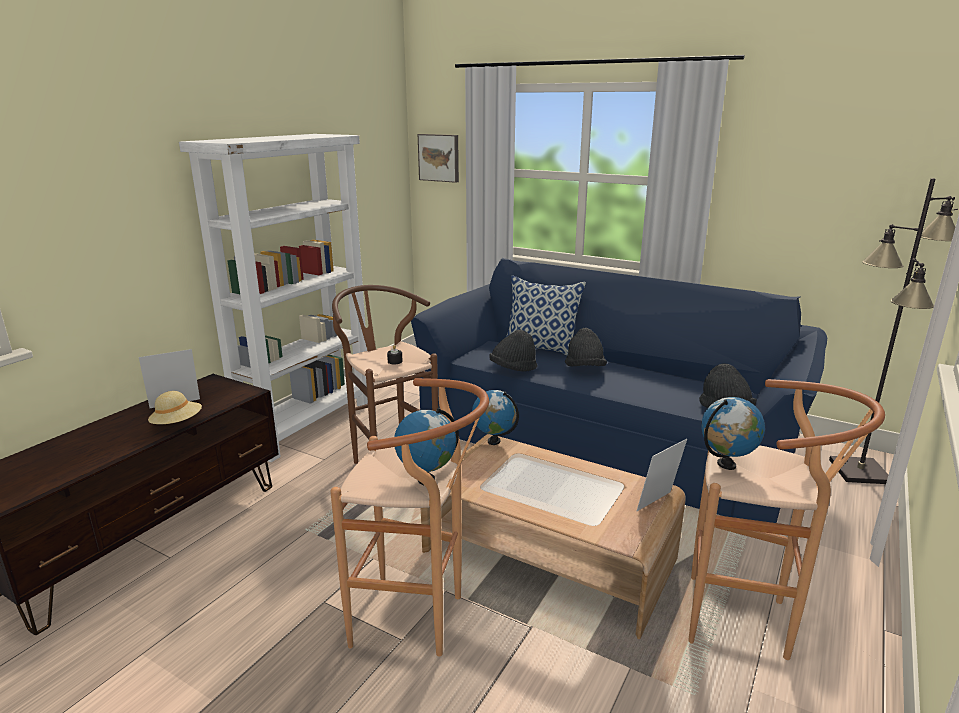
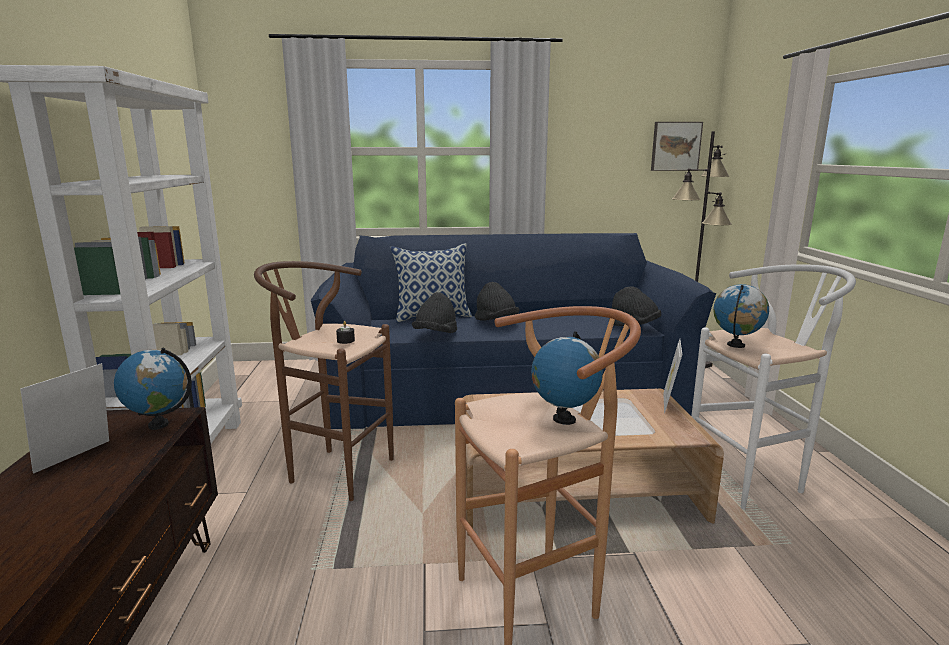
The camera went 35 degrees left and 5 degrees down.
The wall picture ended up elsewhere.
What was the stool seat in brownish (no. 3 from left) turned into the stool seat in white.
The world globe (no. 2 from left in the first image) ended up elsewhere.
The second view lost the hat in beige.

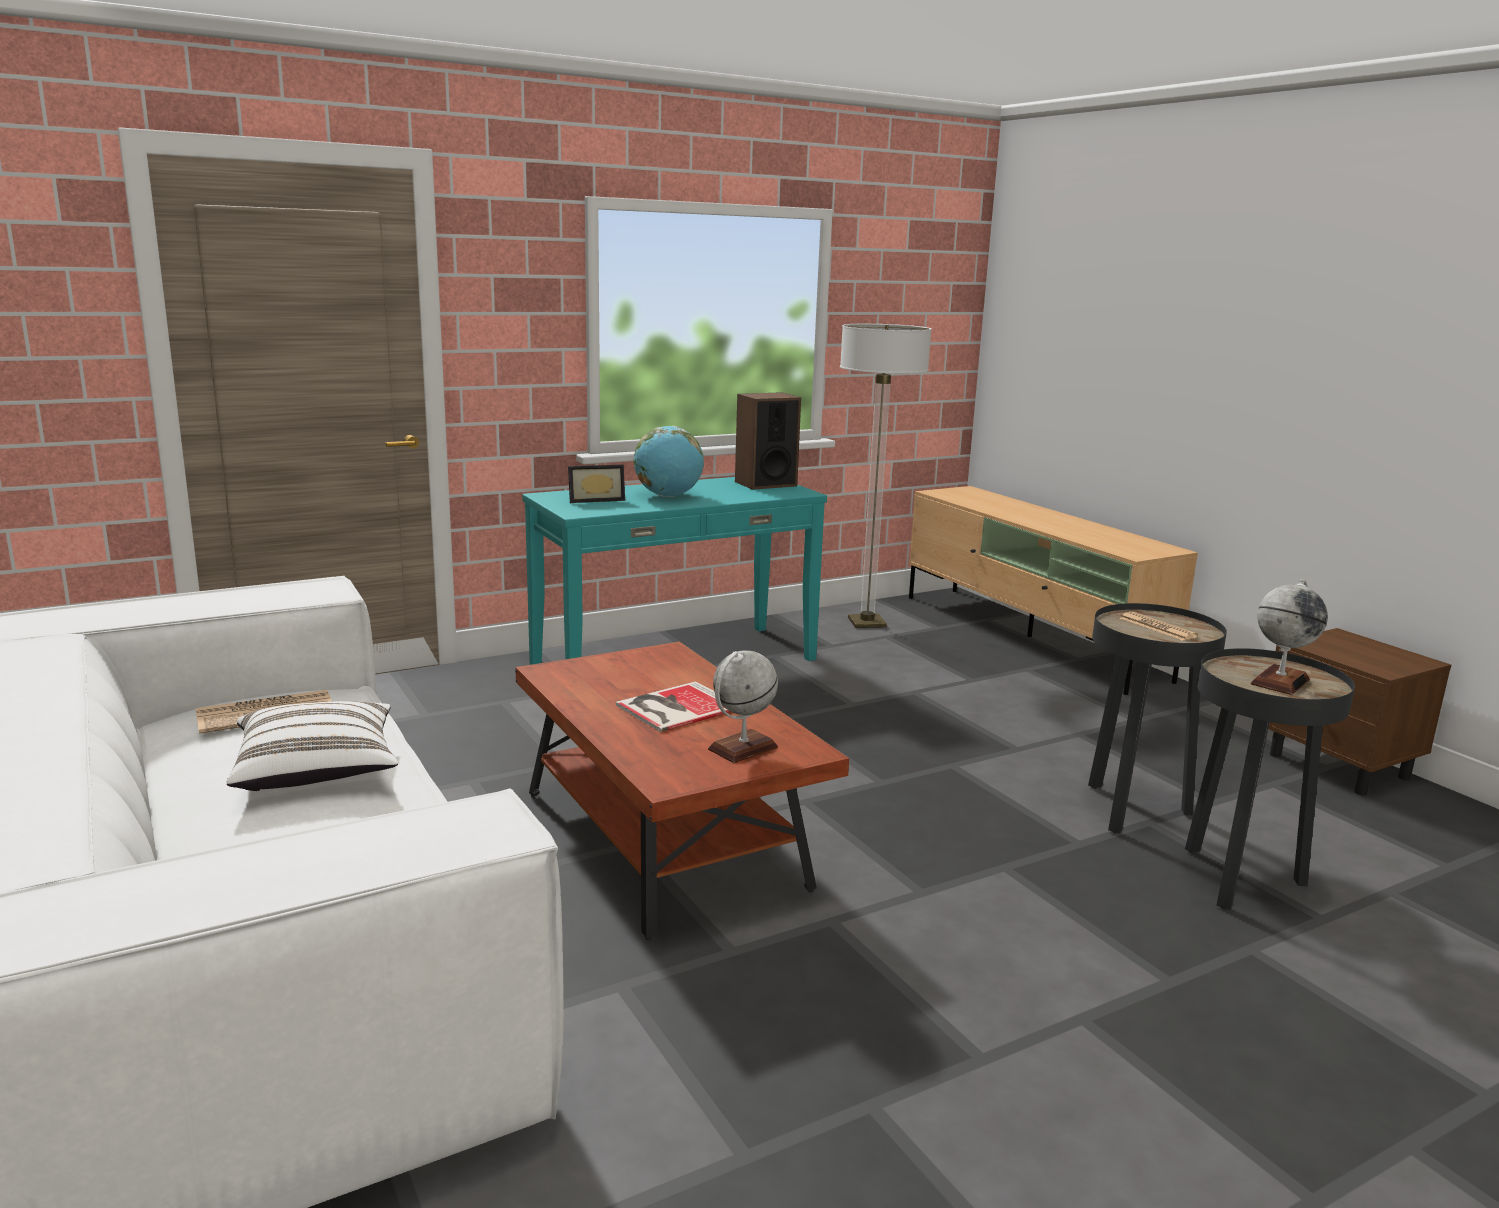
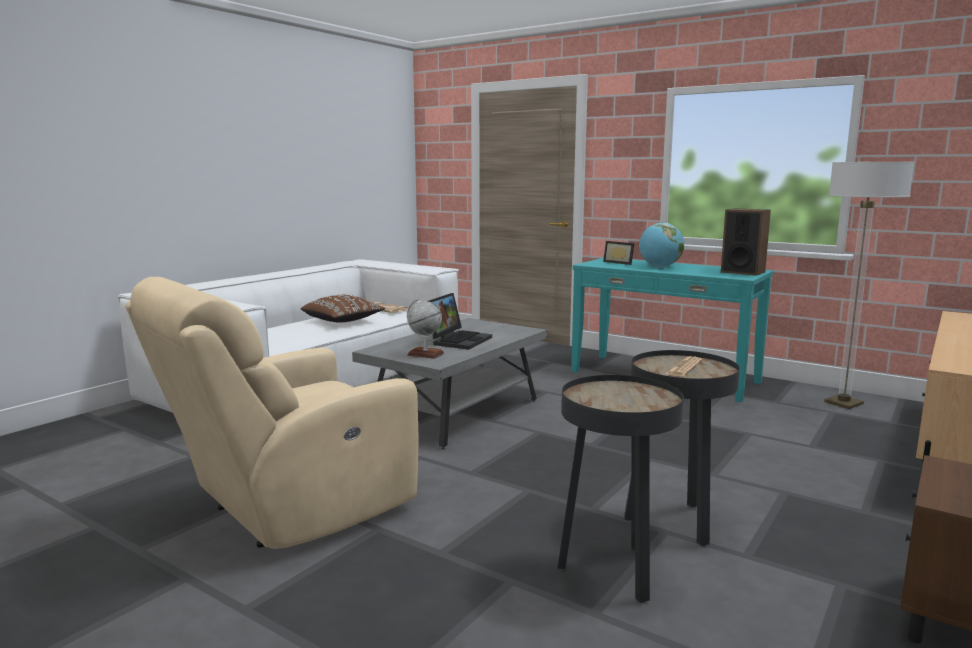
The camera went 65 degrees right and 5 degrees down.
The second view lost the world globe (no. 3 from left).
What was the coffee table in brownish turned into the coffee table in gray.
Where the book stood, the notebook computer came to stand.
What was the cushion in white turned into the cushion in brownish.
The second view gained the easy chair in beige.

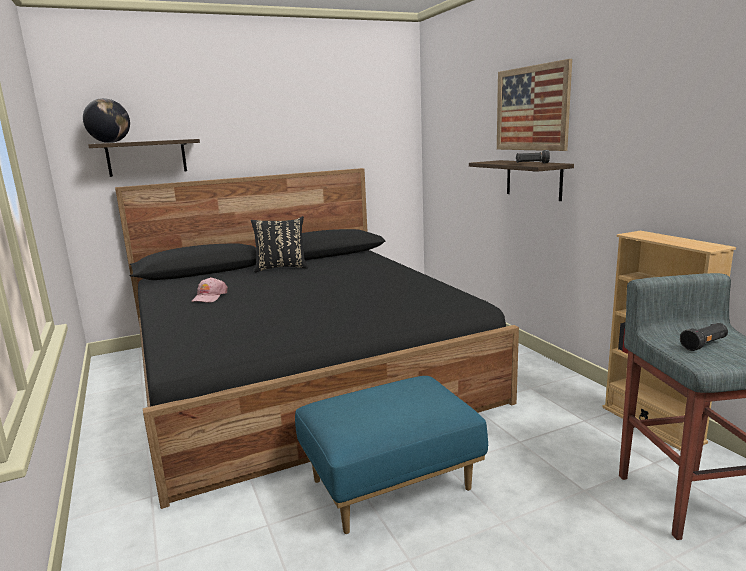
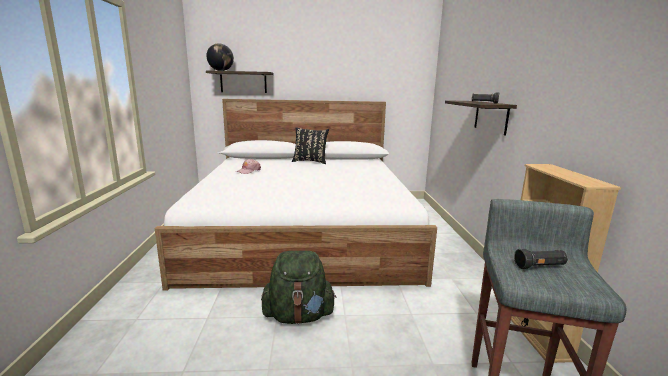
The camera went 20 degrees right and 0 degrees up.
The second view lost the wall picture.
What was the bedroom bed in black-coloured turned into the bedroom bed in white.
Where the ottoman in blue stood, the backpack in greenish came to stand.

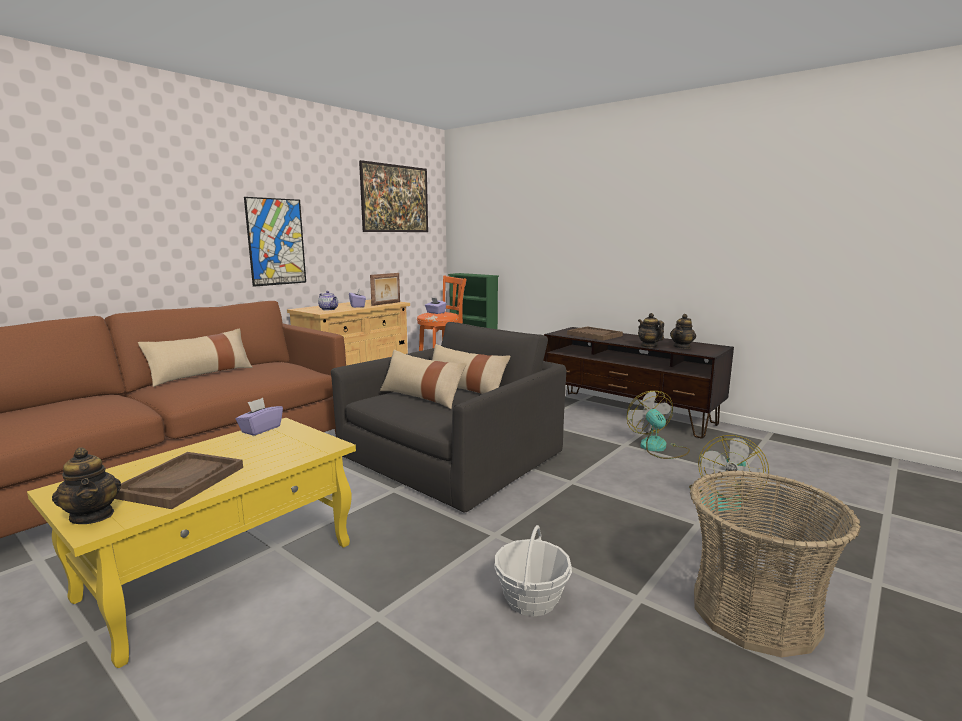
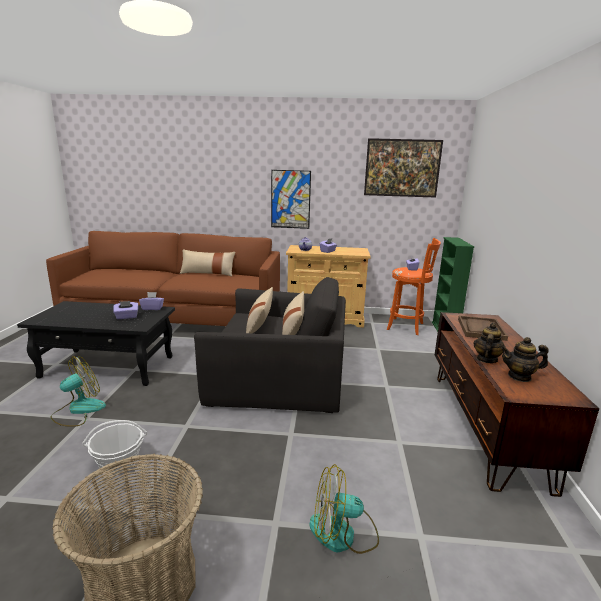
The camera went 55 degrees right and 5 degrees up.
The second view lost the picture frame.
The fan (no. 1 from left) ended up elsewhere.
What was the coffee table in yellow turned into the coffee table in black-coloured.
The second view lost the teapot (no. 1 from left).
The second view lost the carrying tray in brownish (no. 1 from left).
The second view gained the tissue holder in purple-coloured (no. 1 from left).

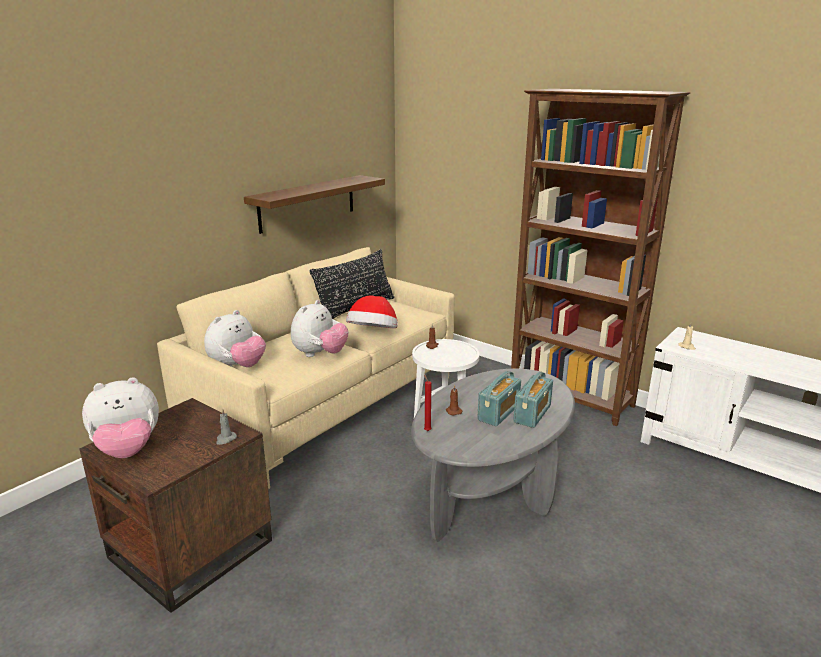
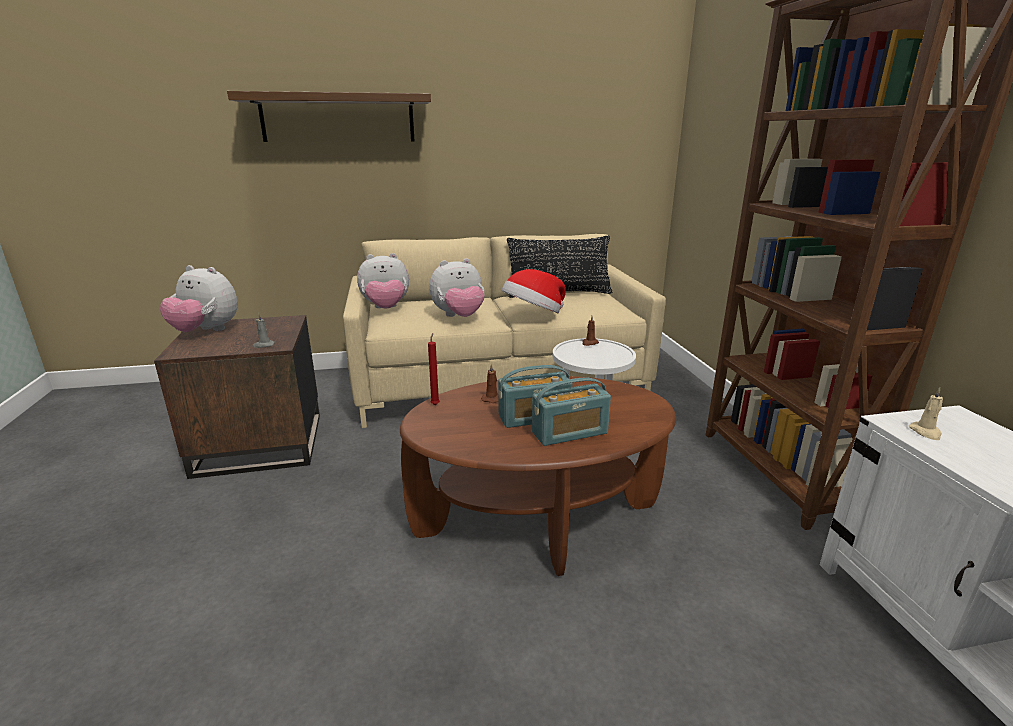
The camera went 40 degrees right and 0 degrees up.
The bracket shelf ended up elsewhere.
What was the coffee table in gray turned into the coffee table in brownish.

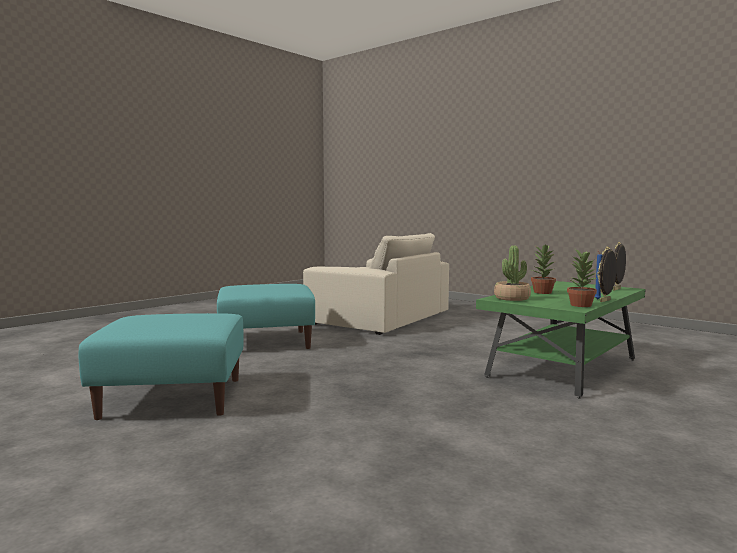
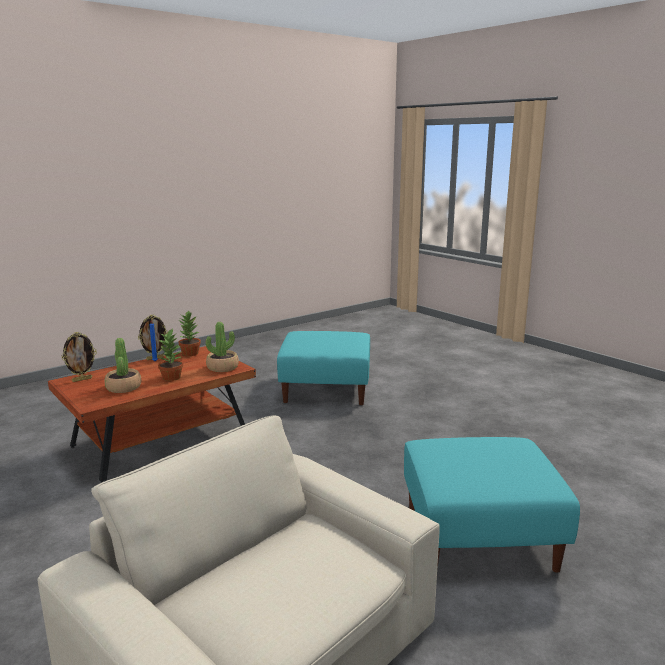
The camera went 170 degrees left and 10 degrees up.
What was the coffee table in greenish turned into the coffee table in brownish.
The ottoman in turquoise-coloured (no. 1 from left) ended up elsewhere.
The second view gained the houseplant (no. 1 from left).

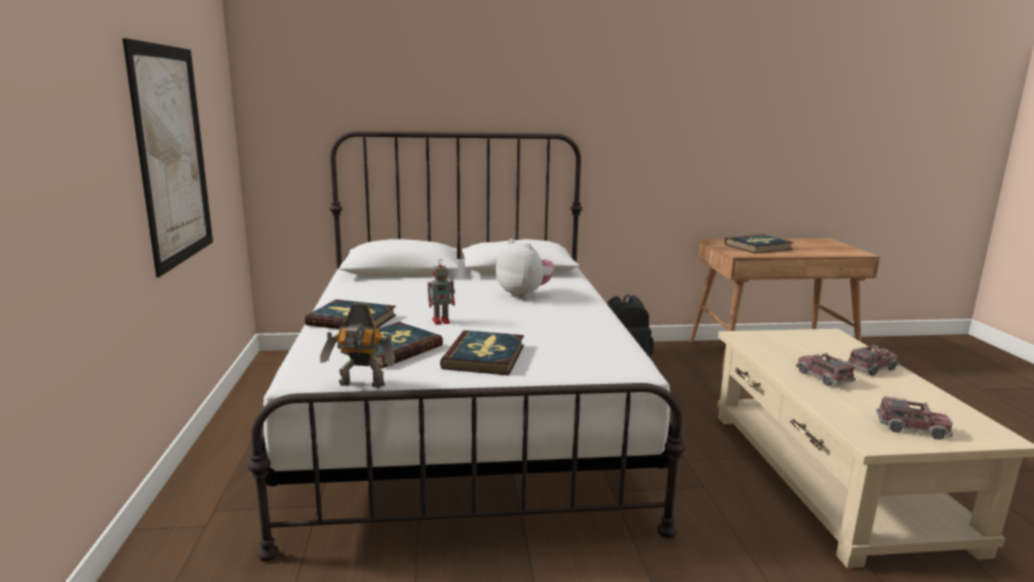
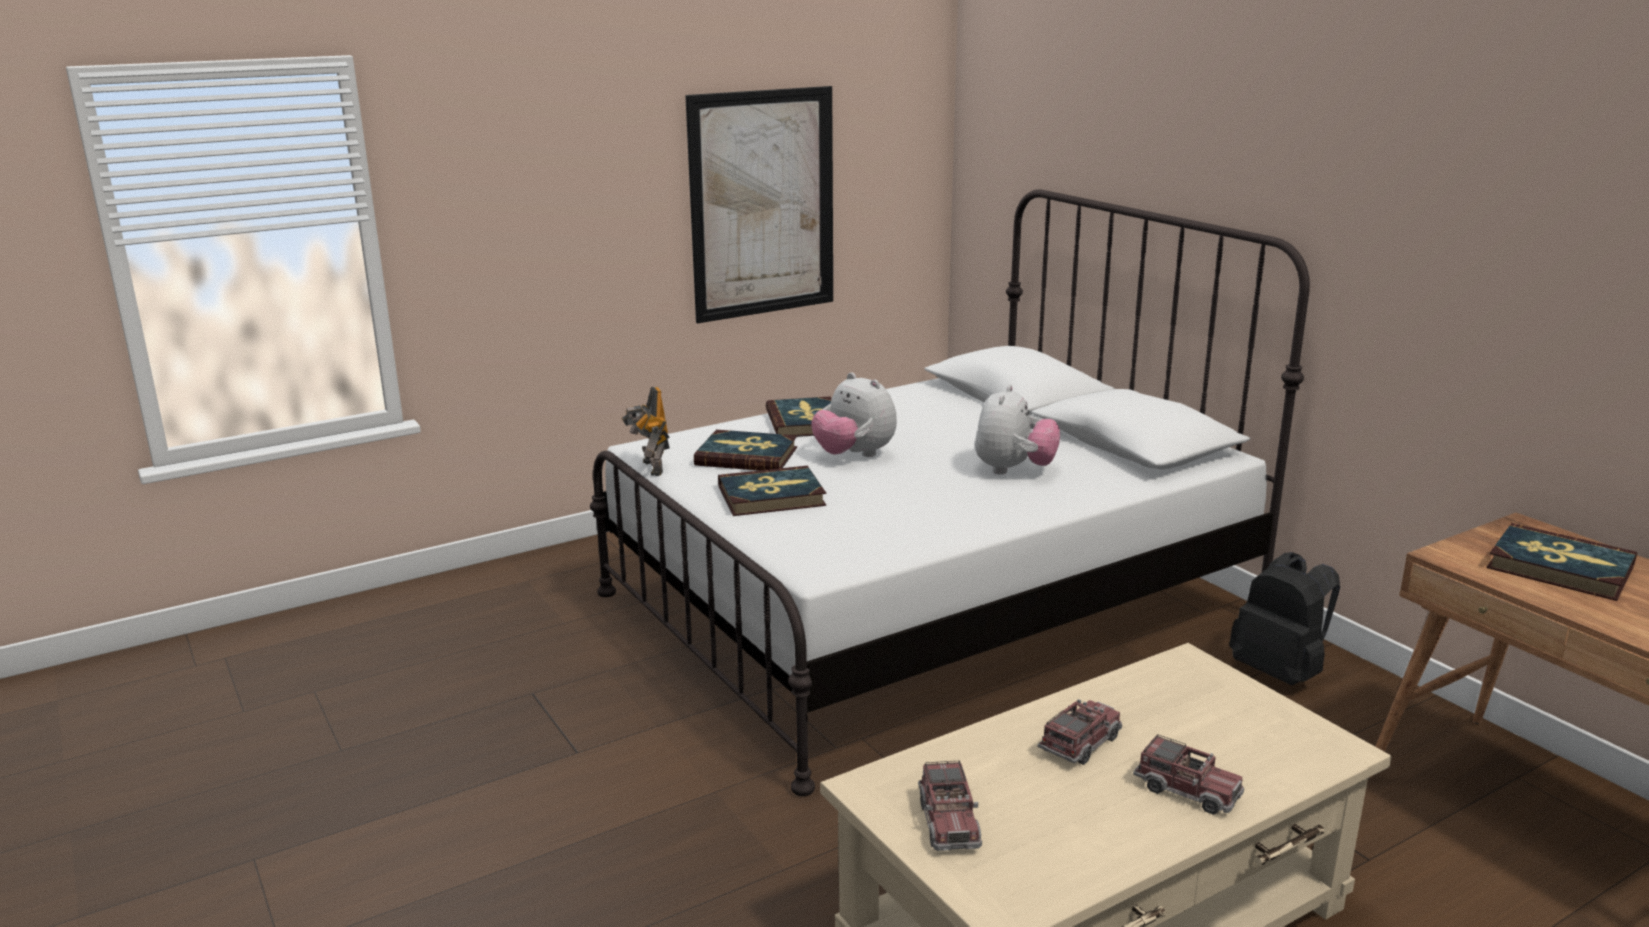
The camera went 65 degrees right and 5 degrees up.
Where the toy robot (no. 2 from left) stood, the plush toy (no. 1 from left) came to stand.

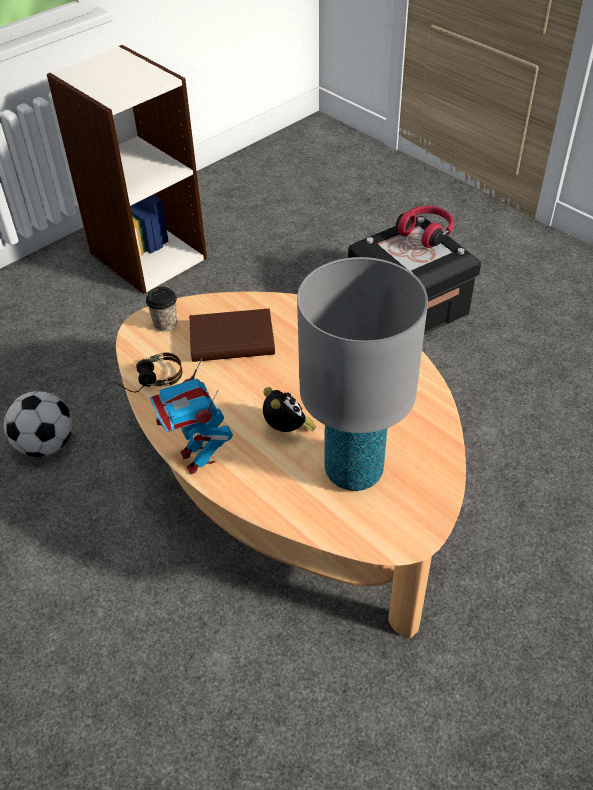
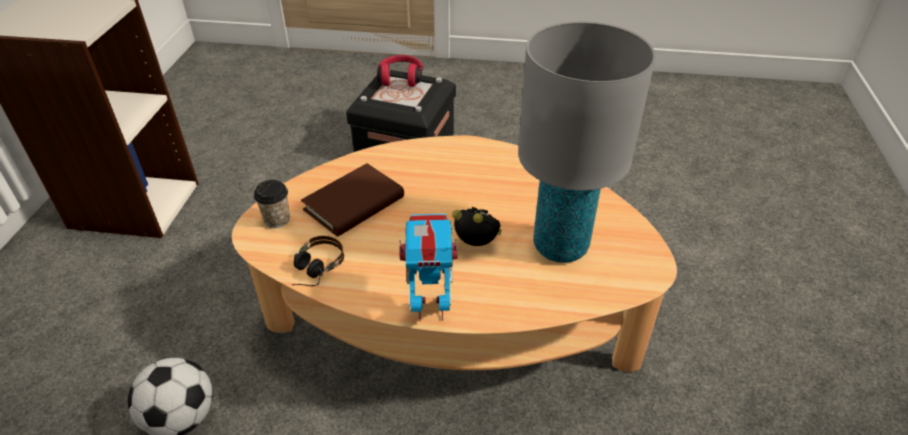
The camera went 40 degrees left and 5 degrees down.
The toy robot ended up facing another way, 150 degrees clockwise from before.

